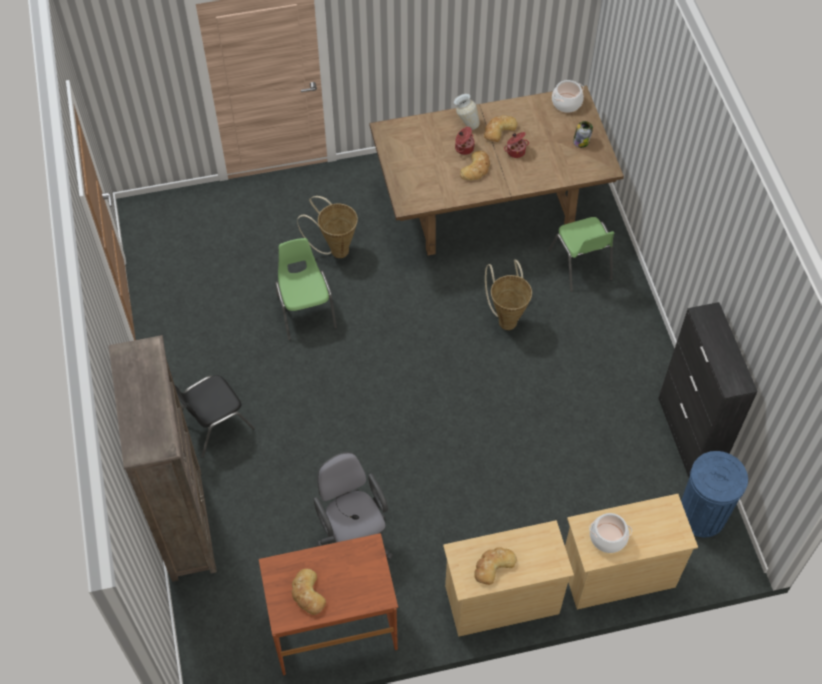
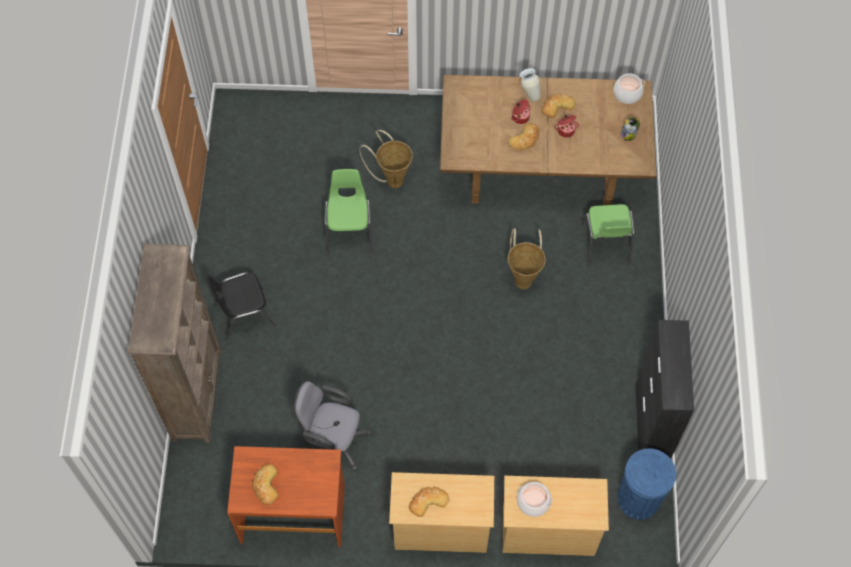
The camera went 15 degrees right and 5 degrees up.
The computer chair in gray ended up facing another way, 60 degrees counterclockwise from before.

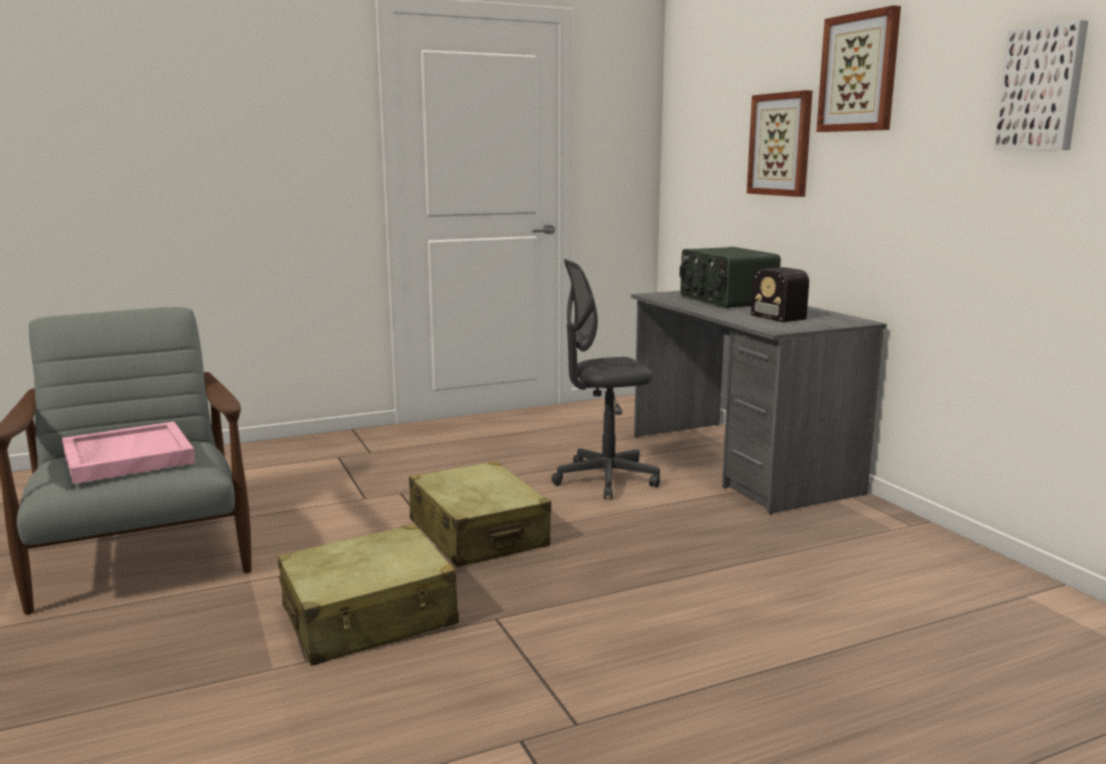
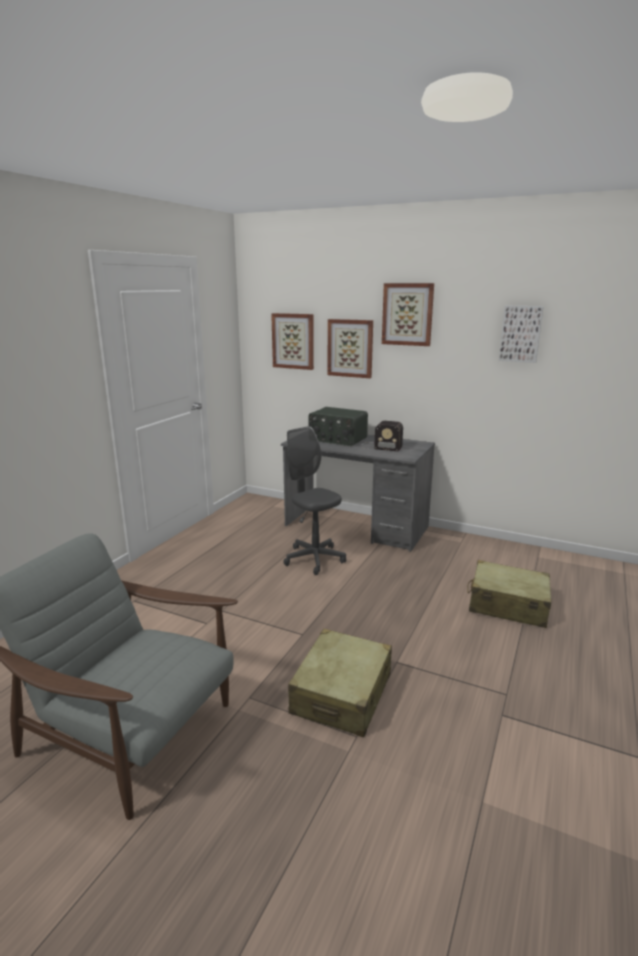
The camera went 40 degrees left and 5 degrees up.
The computer chair in gray ended up facing another way, 105 degrees clockwise from before.
The second view lost the carrying tray in pink-coloured.
The piece of luggage in beige (no. 2 from left) ended up elsewhere.
The second view gained the wall picture (no. 1 from left).

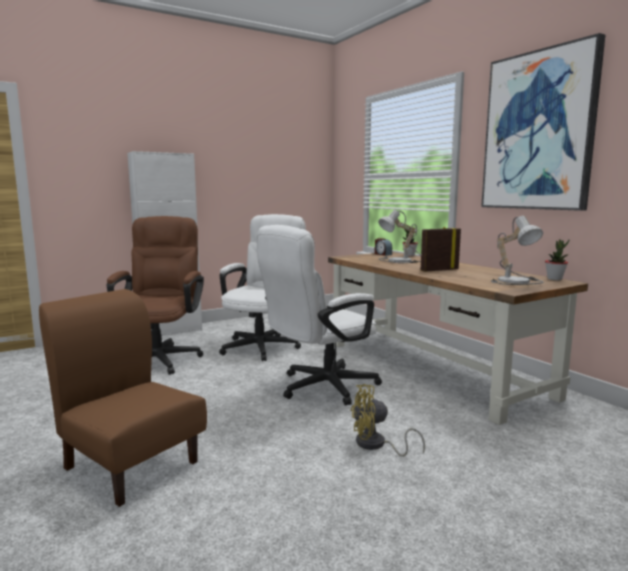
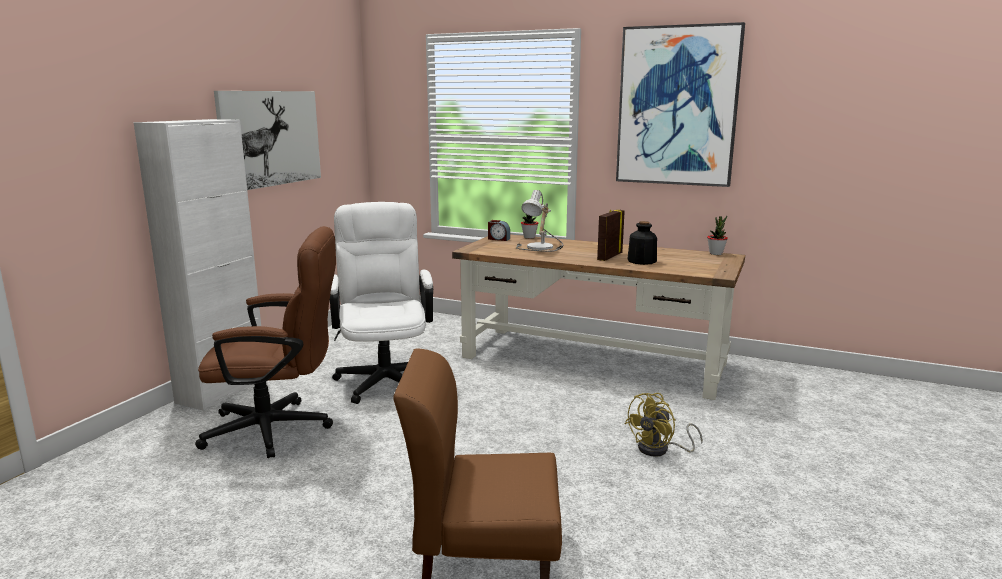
The camera went 35 degrees left and 5 degrees up.
The computer chair in brownish ended up facing another way, 120 degrees clockwise from before.
The second view lost the lamp for a table (no. 2 from left).
The second view lost the computer chair in white (no. 2 from left).
The second view gained the wall picture (no. 1 from left).
The second view gained the drink bottle.

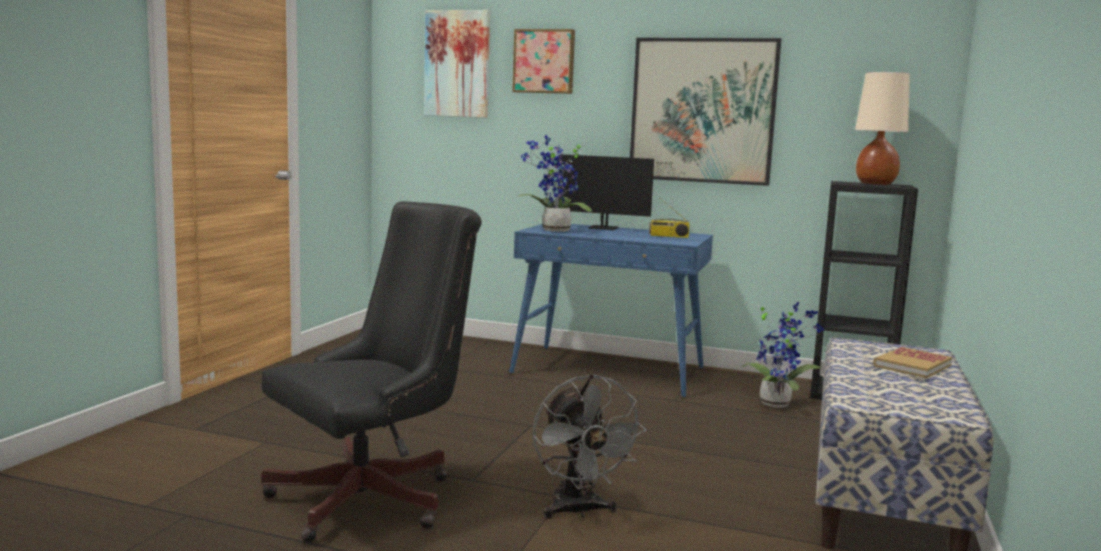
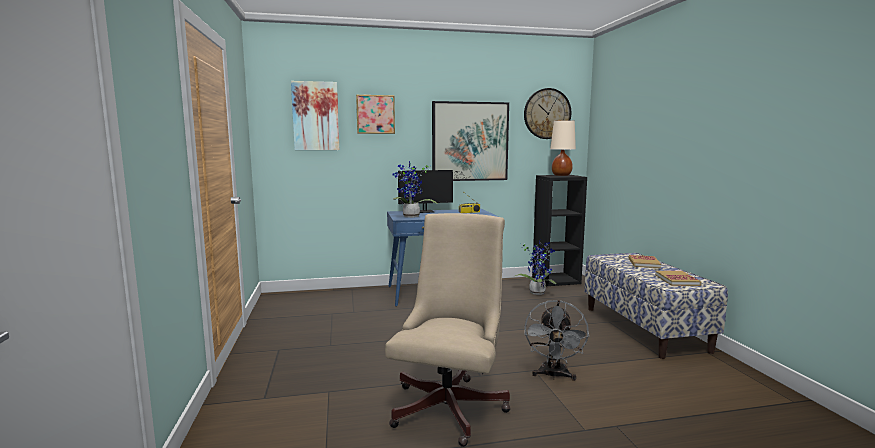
The camera went 30 degrees left and 0 degrees up.
What was the computer chair in black-coloured turned into the computer chair in beige.
The fan in gray ended up facing another way, 60 degrees clockwise from before.
The second view gained the clock on the wall.
The second view gained the book (no. 2 from left).

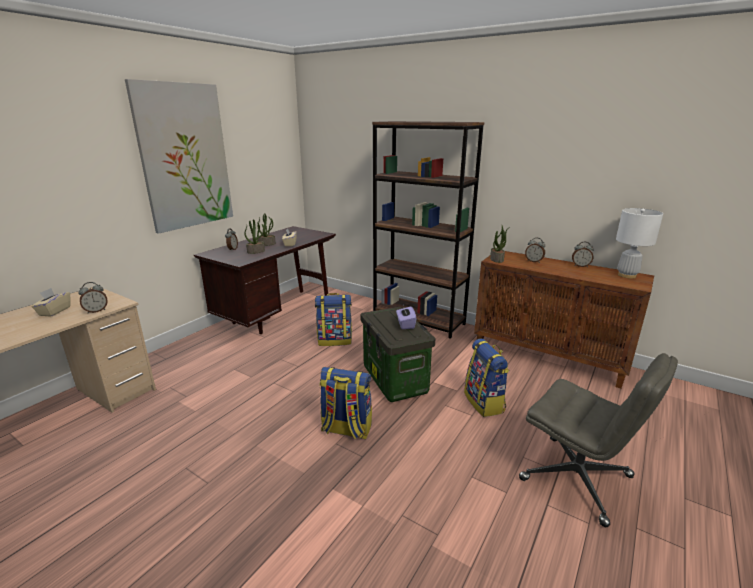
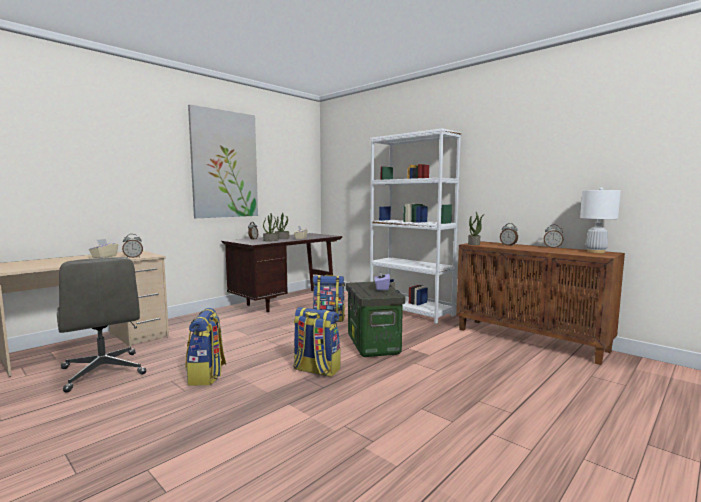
The camera went 10 degrees right and 15 degrees down.
What was the bookcase in brownish turned into the bookcase in white.
The backpack (no. 3 from left in the first image) ended up elsewhere.
The computer chair in gray ended up elsewhere.

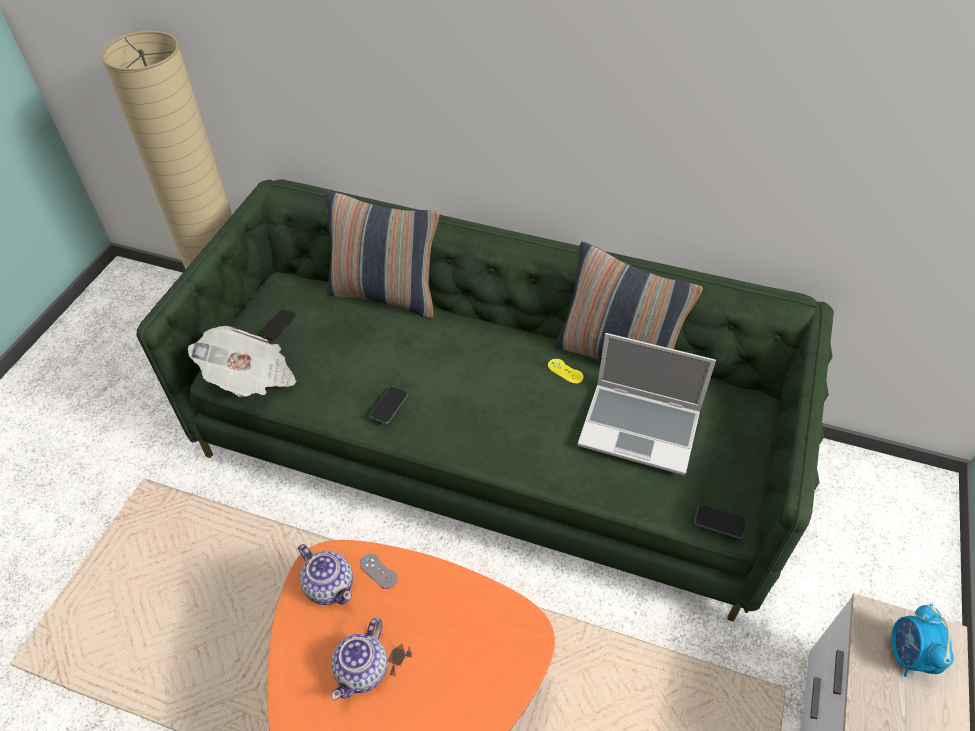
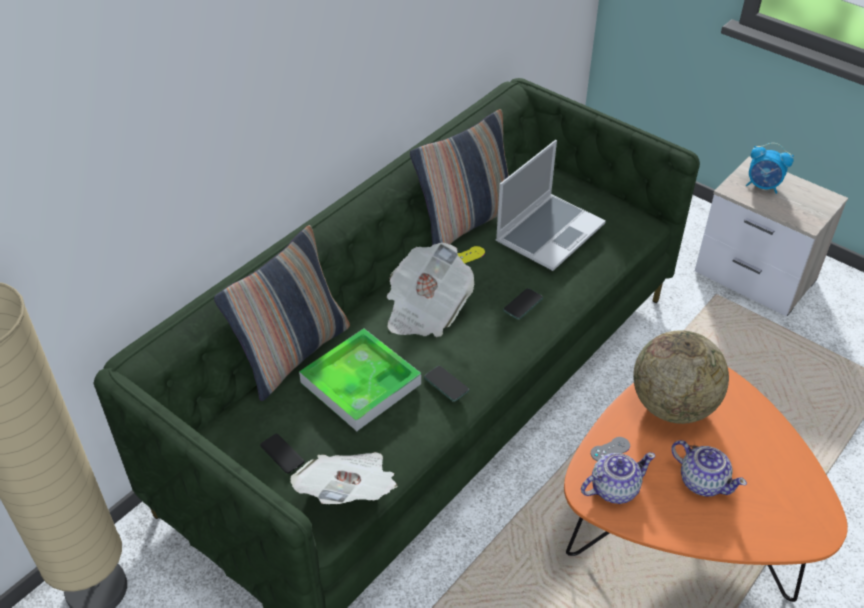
The camera went 70 degrees left and 5 degrees down.
The phone (no. 3 from left) ended up elsewhere.
The second view gained the daily paper (no. 2 from left).
The second view gained the carrying tray.
The second view gained the world globe.

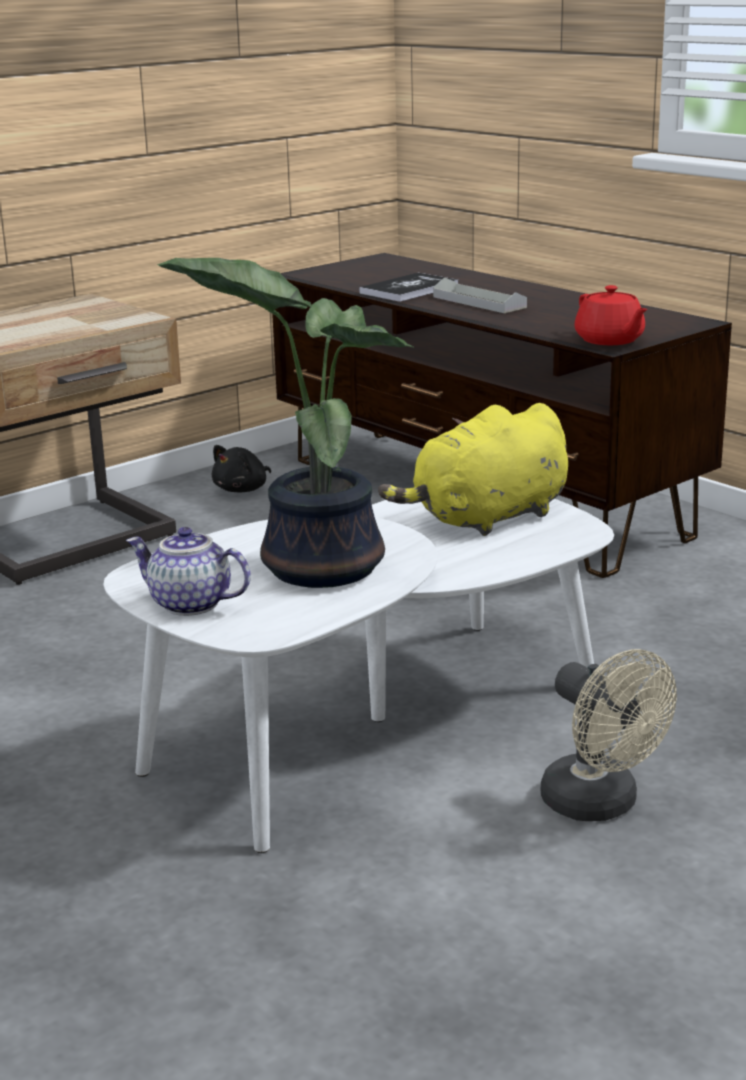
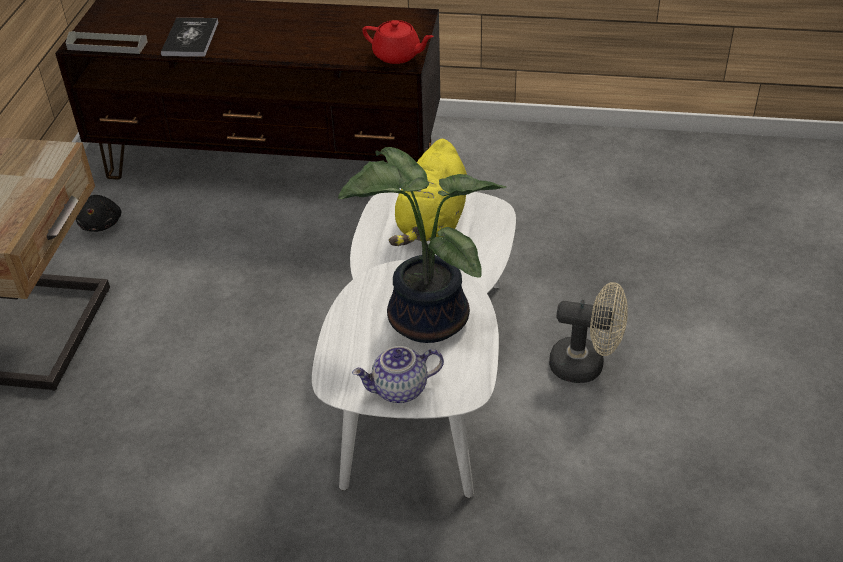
The camera went 40 degrees left and 20 degrees up.
The carrying tray in gray ended up elsewhere.

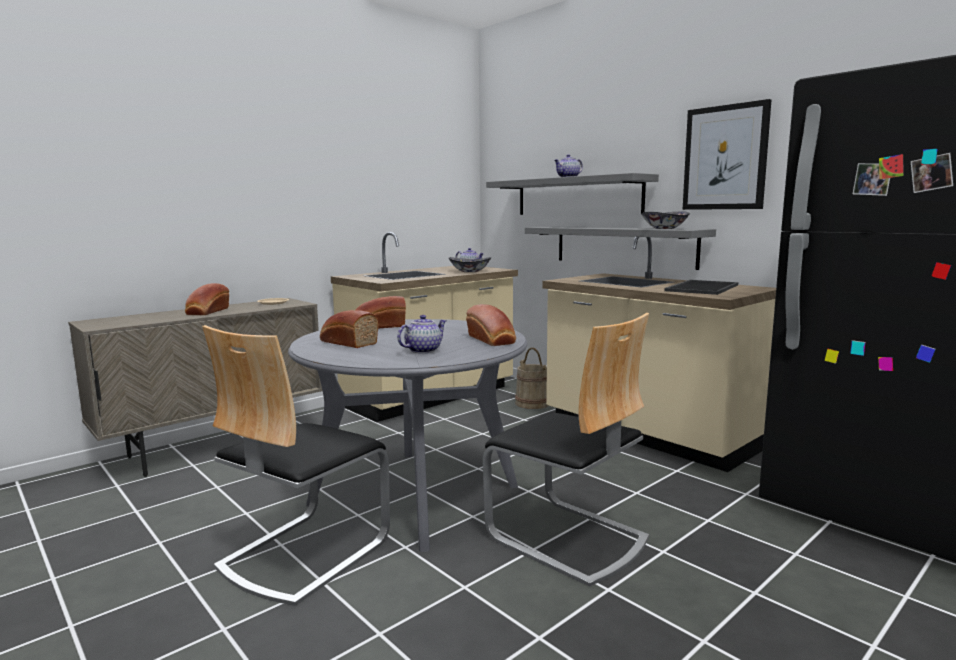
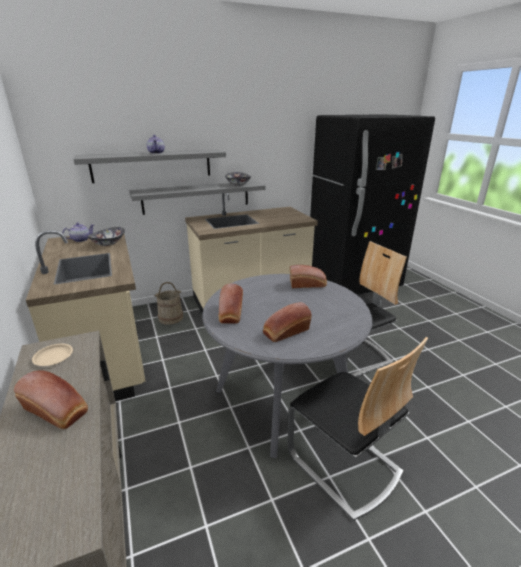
The camera went 70 degrees left and 15 degrees up.
The second view lost the wall picture.
The second view lost the carrying tray.
The second view lost the teapot (no. 1 from left).

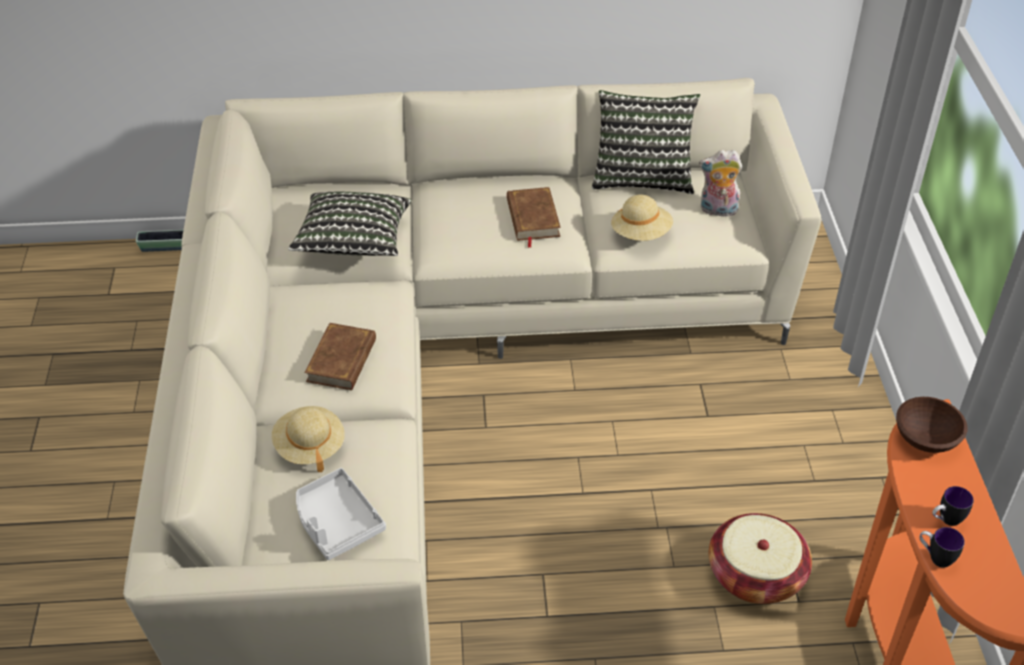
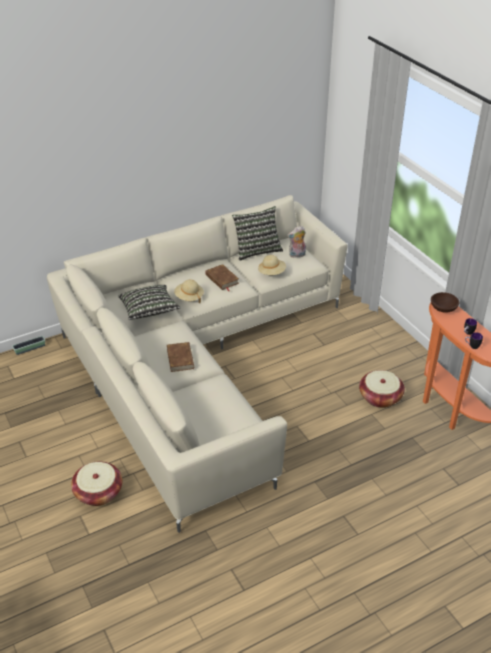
The camera went 25 degrees left and 5 degrees down.
The hat in beige (no. 1 from left) ended up elsewhere.
The second view lost the carrying tray in gray.
The second view gained the household basket (no. 1 from left).

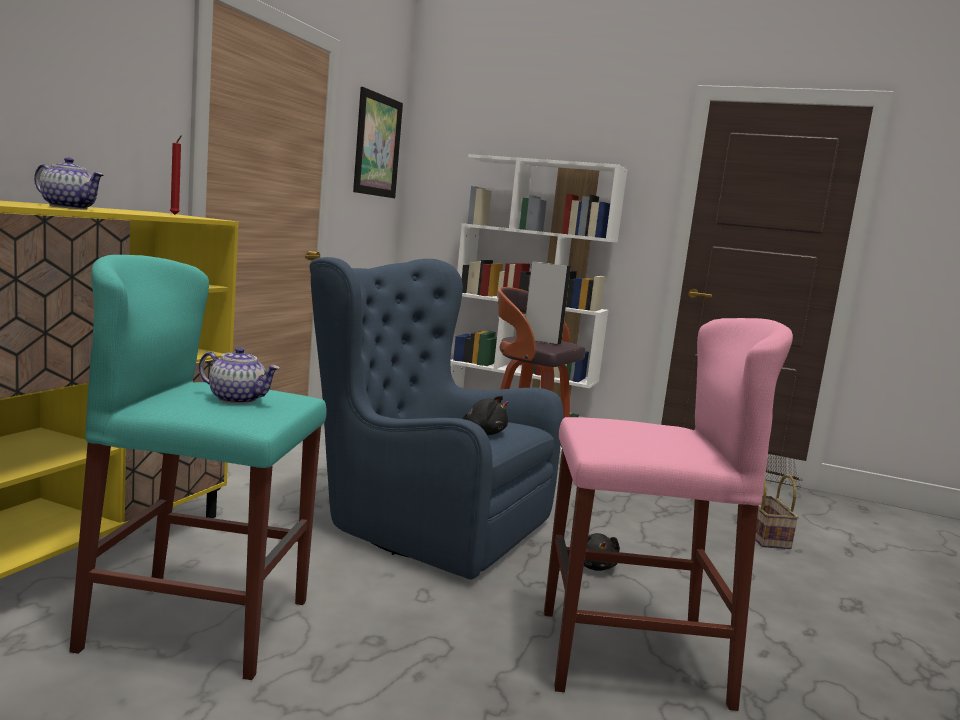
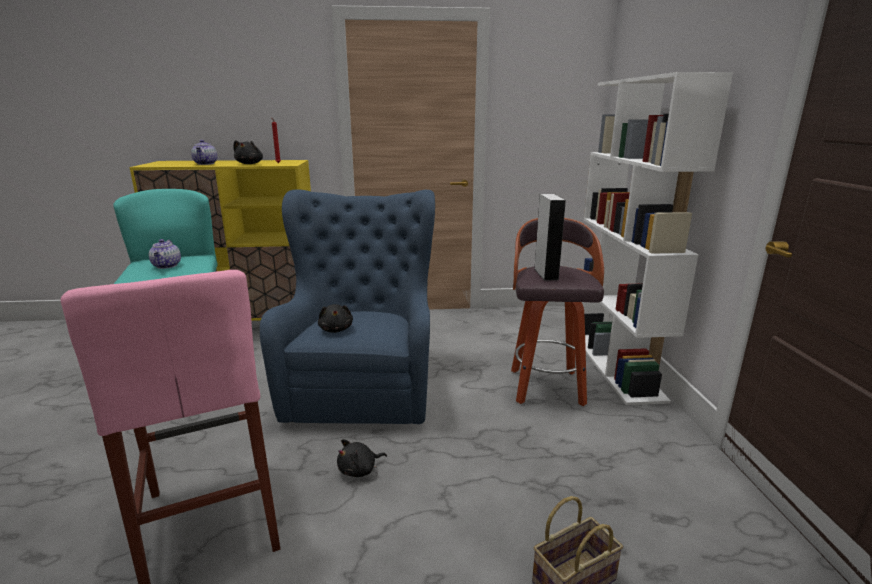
The camera went 65 degrees right and 10 degrees up.
The second view lost the wall picture.
The second view gained the plush toy in black-coloured (no. 1 from left).

